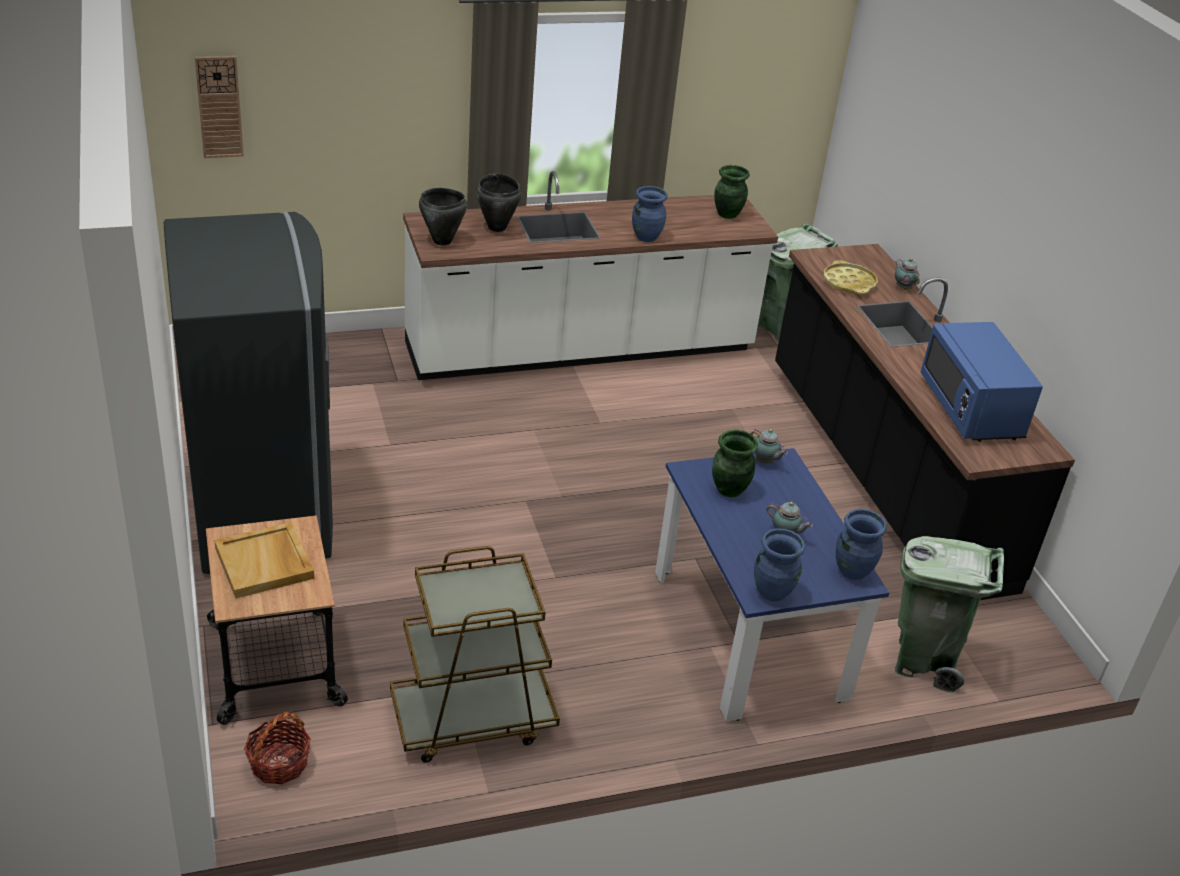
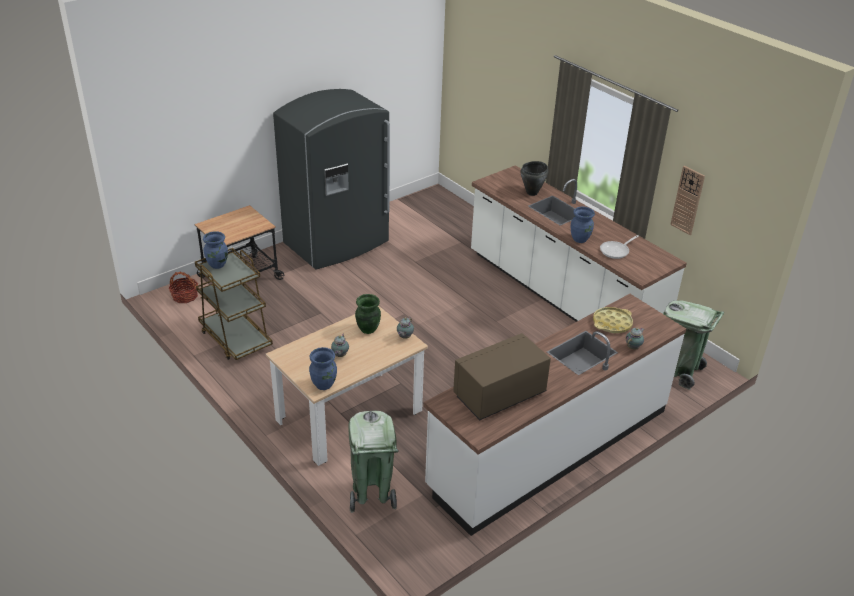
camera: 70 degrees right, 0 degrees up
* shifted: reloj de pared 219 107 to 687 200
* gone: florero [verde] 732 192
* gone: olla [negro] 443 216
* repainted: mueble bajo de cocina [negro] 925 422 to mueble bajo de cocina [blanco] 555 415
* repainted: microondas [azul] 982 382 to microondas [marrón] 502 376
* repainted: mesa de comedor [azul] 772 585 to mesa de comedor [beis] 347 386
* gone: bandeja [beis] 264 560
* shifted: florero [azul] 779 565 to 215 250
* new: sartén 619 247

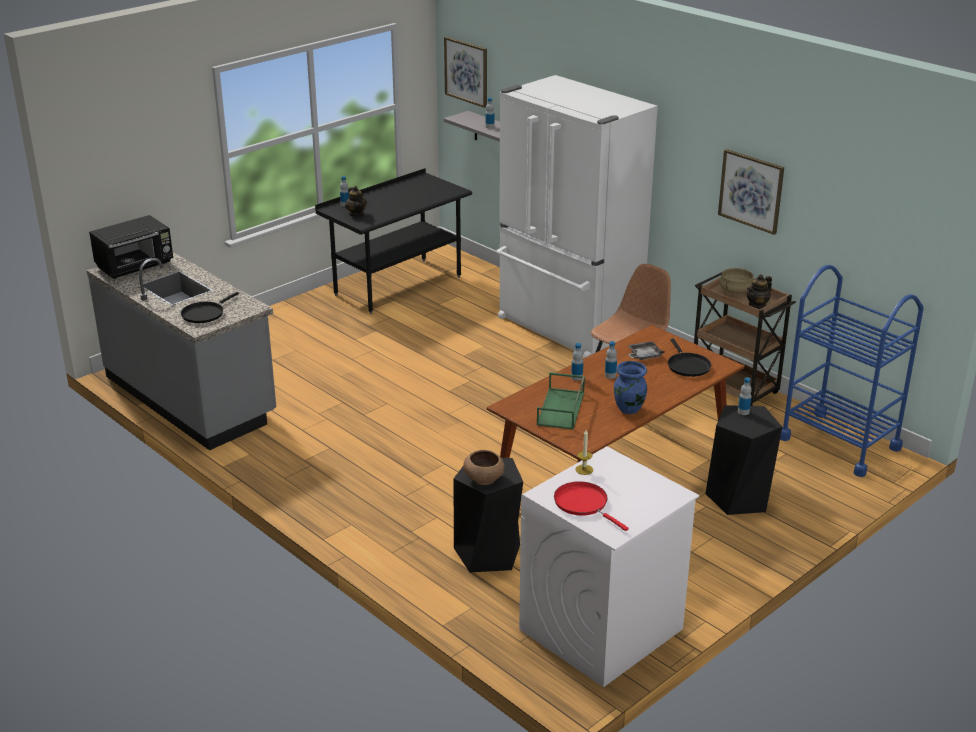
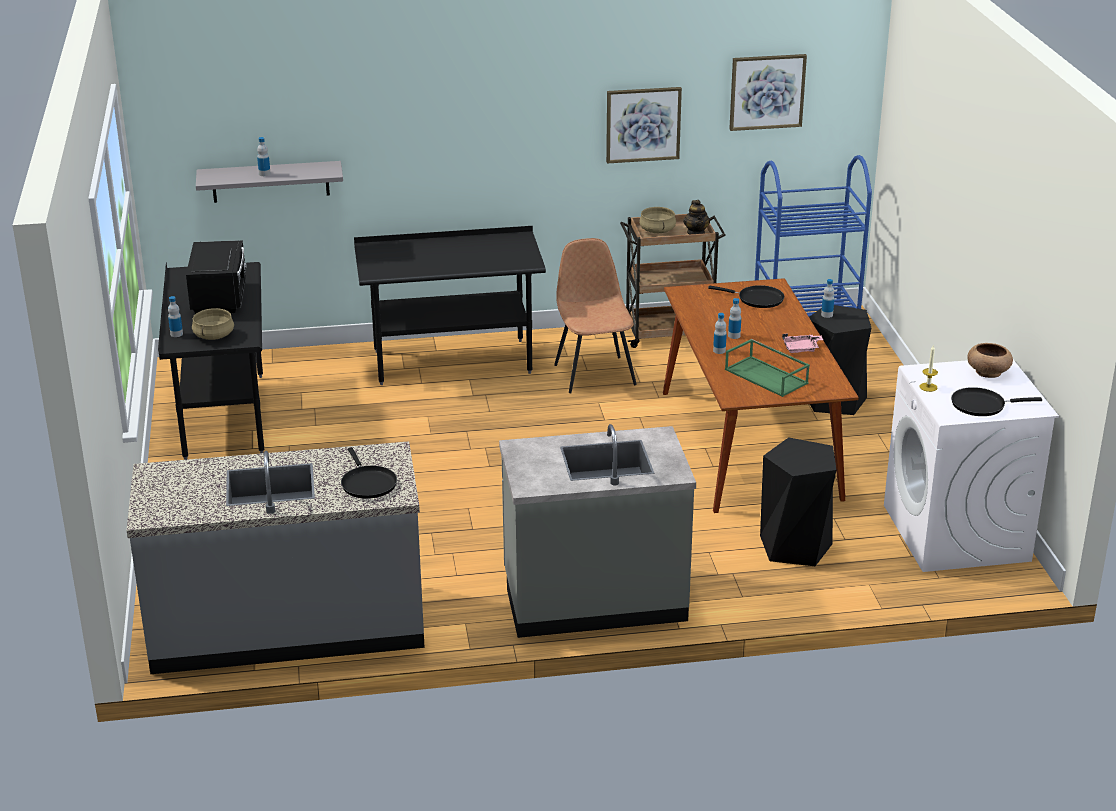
camera: 55 degrees left, 0 degrees up
* shifted: cuadro 465 72 to 768 92
* swapped: nevera [blanco] 577 216 to escritorio [negro] 450 305
* swapped: tetera 356 201 to olla [beis] 213 324
* shifted: microondas [negro] 131 247 to 216 277
* gone: bandeja [gris] 646 350
* swapped: florero [azul] 630 387 to bandeja [rosa] 802 343
* shifted: cuenco [marrón] 483 467 to 990 360
* repainted: sartén [rojo] 591 506 to sartén [negro] 996 401
* new: mueble bajo de cocina [gris] 597 531

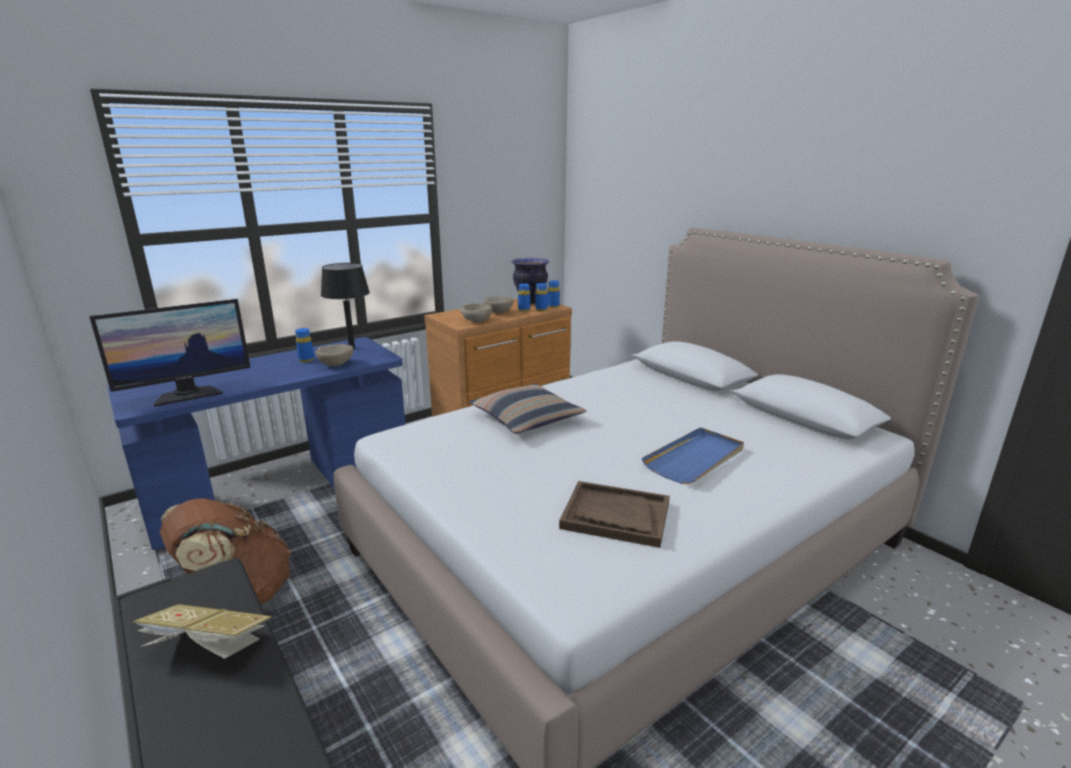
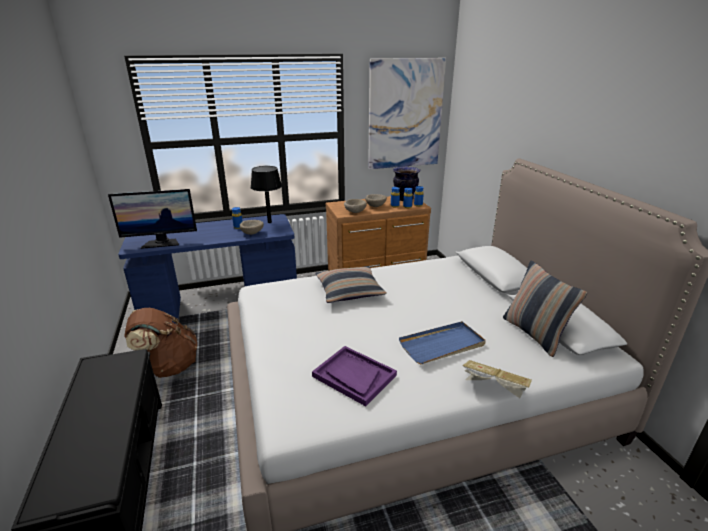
camera: 20 degrees right, 5 degrees up
* repainted: bandeja [marrón] 614 514 to bandeja [morado] 354 376
* shifted: libro 202 631 to 497 379
* new: cuadro 407 113
* new: cojín 545 309

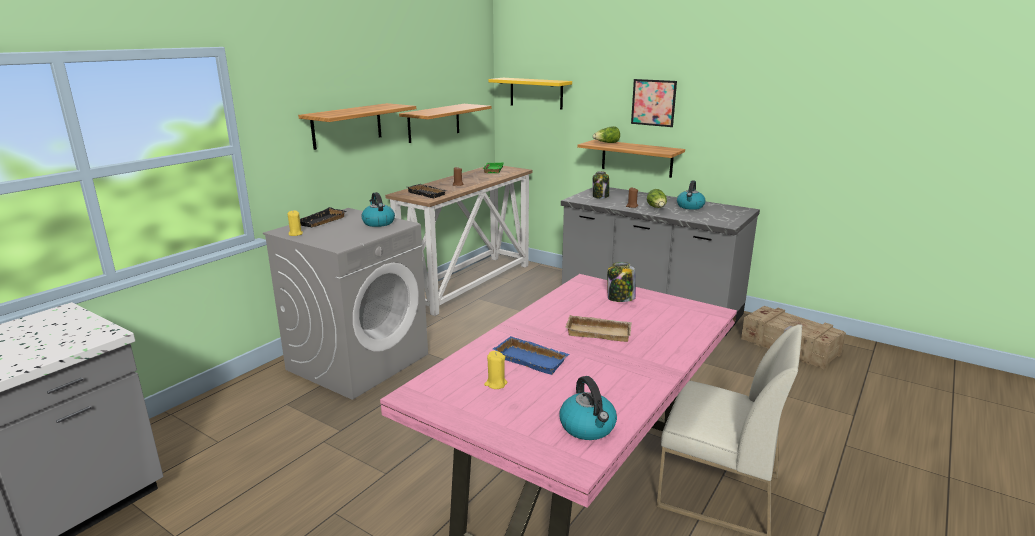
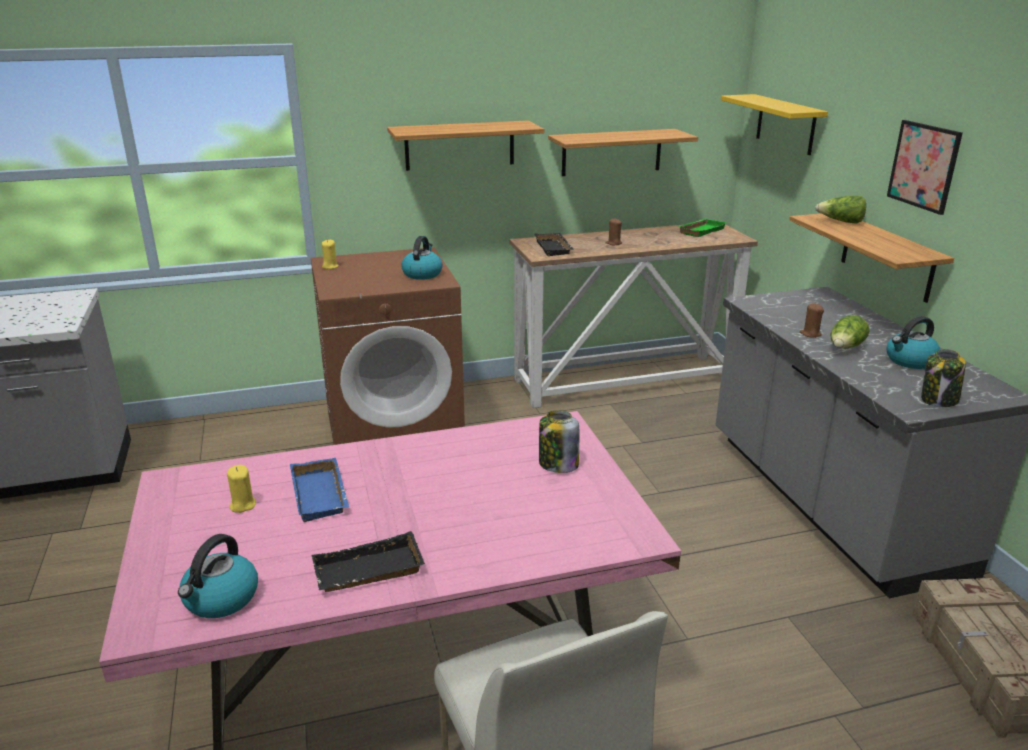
camera: 40 degrees right, 5 degrees up
* shifted: tarro 601 185 to 943 378
* shifted: bandeja [negro] 323 217 to 368 561
* repainted: lavadora [gris] 345 304 to lavadora [marrón] 388 346
* gone: bandeja [beis] 599 328

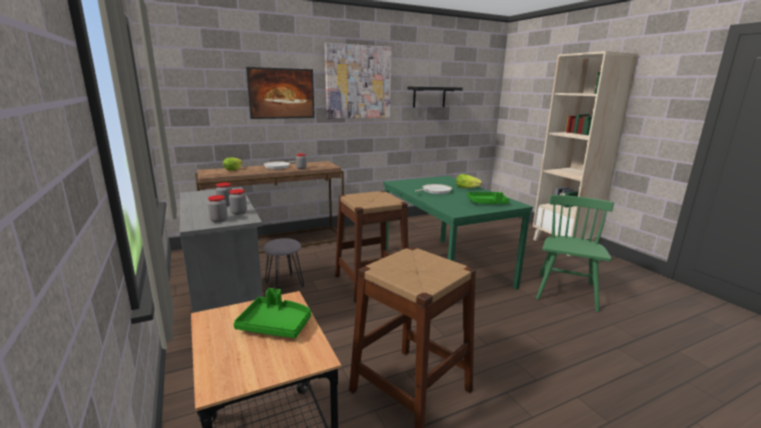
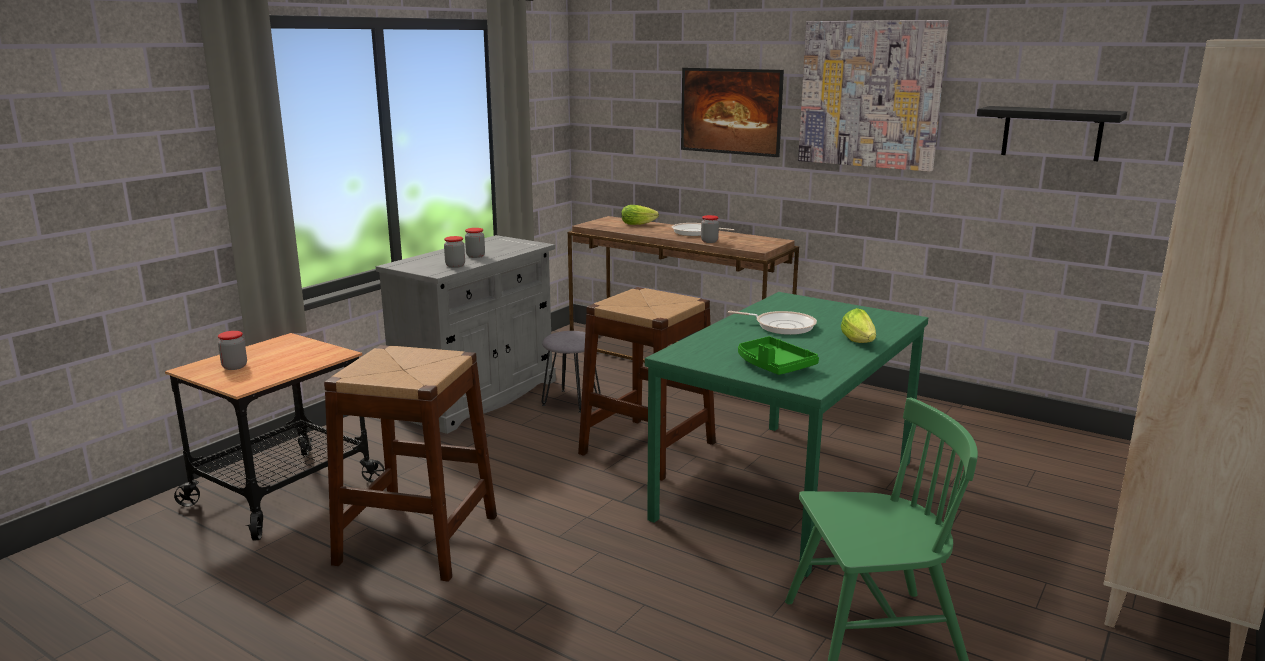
camera: 60 degrees right, 0 degrees up
* shifted: tarro 218 209 to 232 350
* gone: bandeja [verde] 272 313

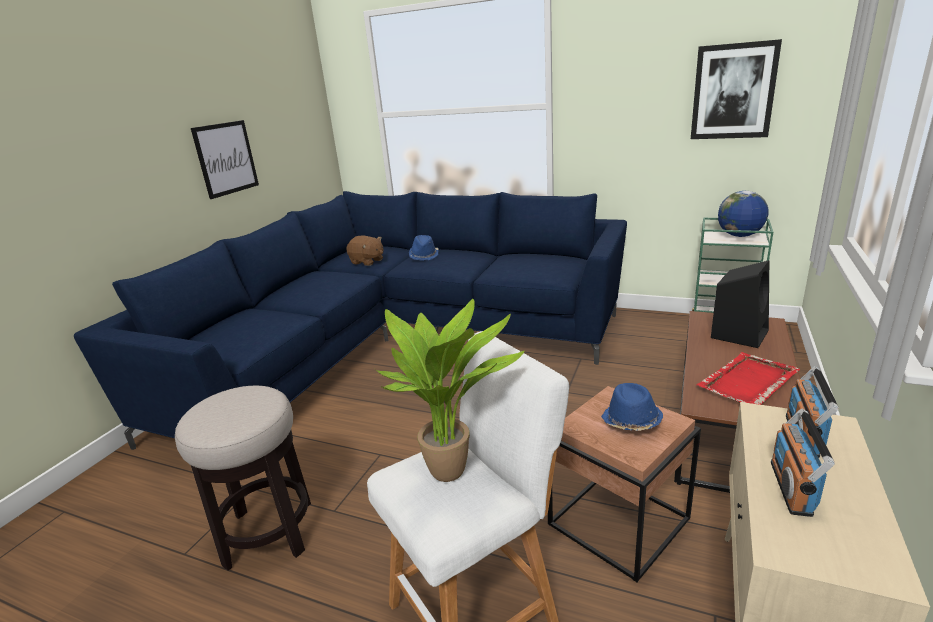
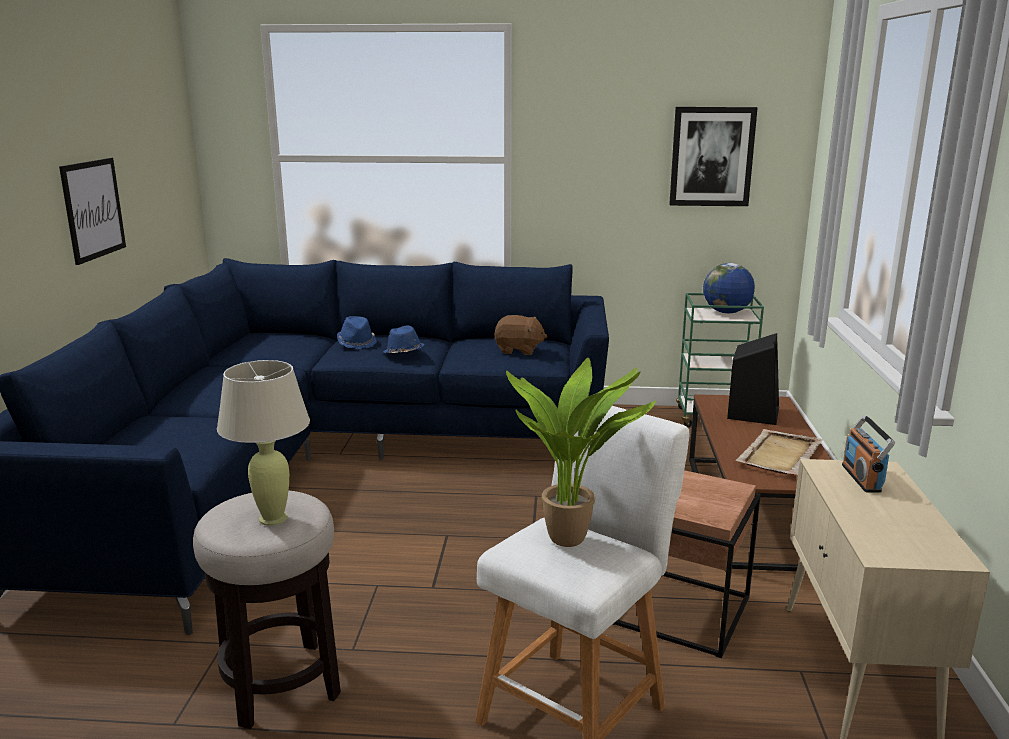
camera: 20 degrees left, 5 degrees down
* shifted: peluche [marrón] 364 250 to 521 335
* repainted: bandeja [rojo] 748 378 to bandeja [beis] 779 452
* shifted: sombrero [azul] 632 407 to 403 339
* gone: radio 803 463
* new: lámpara de mesa [beis] 263 443

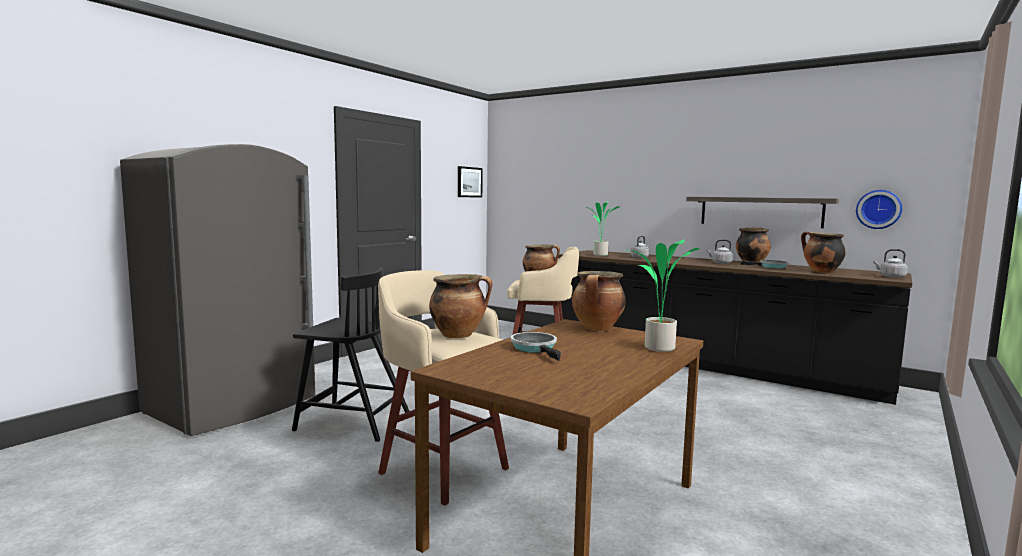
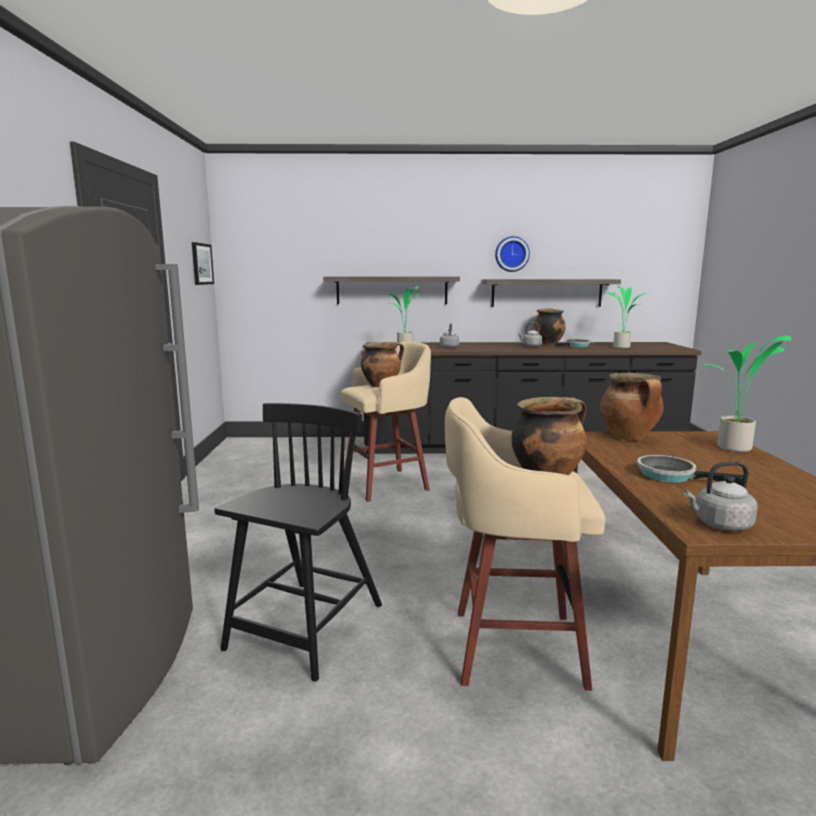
camera: 35 degrees left, 5 degrees up
* shifted: reloj de pared 879 209 to 512 254
* swapped: olla 823 252 to planta en maceta 626 317
* shifted: hervidor [gris] 890 263 to 721 496
* rotated: silla [negro] 350 354 = 298 542 45 degrees counterclockwise
* new: estante 391 290

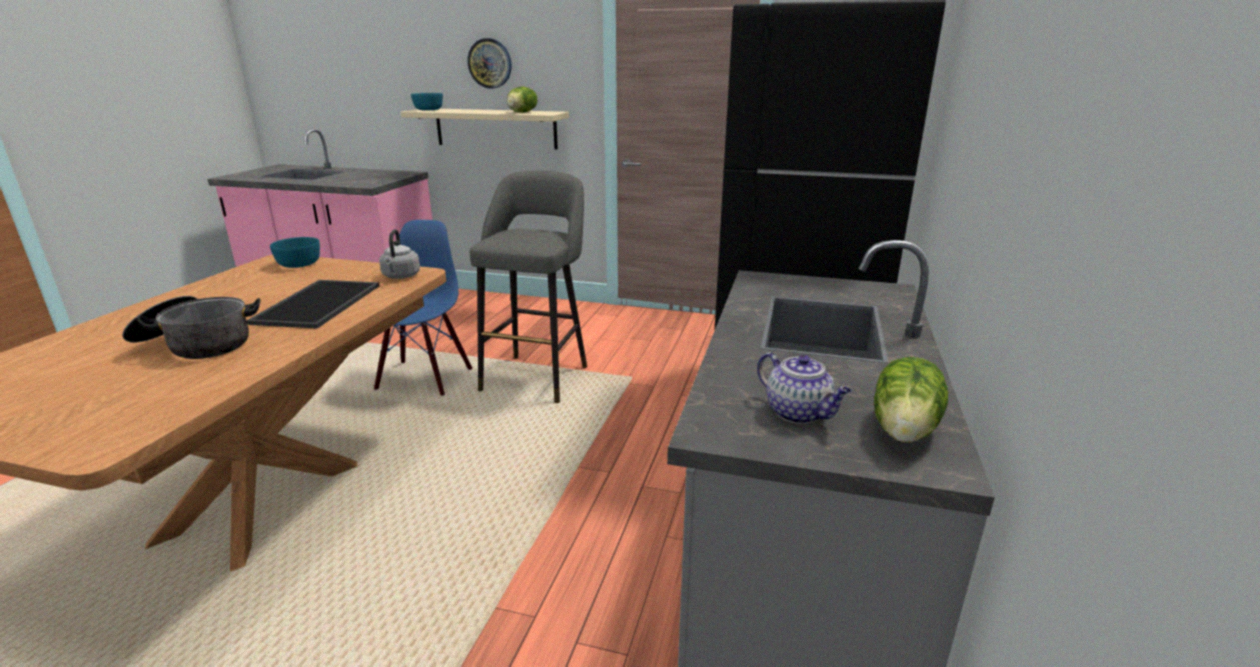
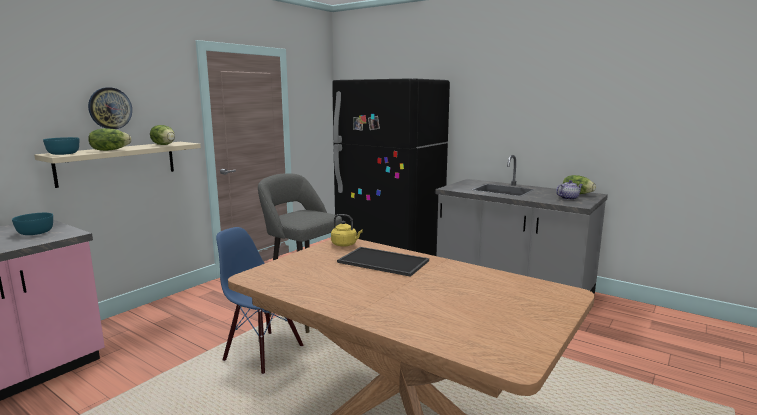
camera: 70 degrees left, 10 degrees down
* repainted: hervidor [gris] 399 254 to hervidor [amarillo] 347 230
* shifted: cuenco [turquesa] 295 252 to 32 224
* gone: olla 191 327
* new: lechuga 110 139

